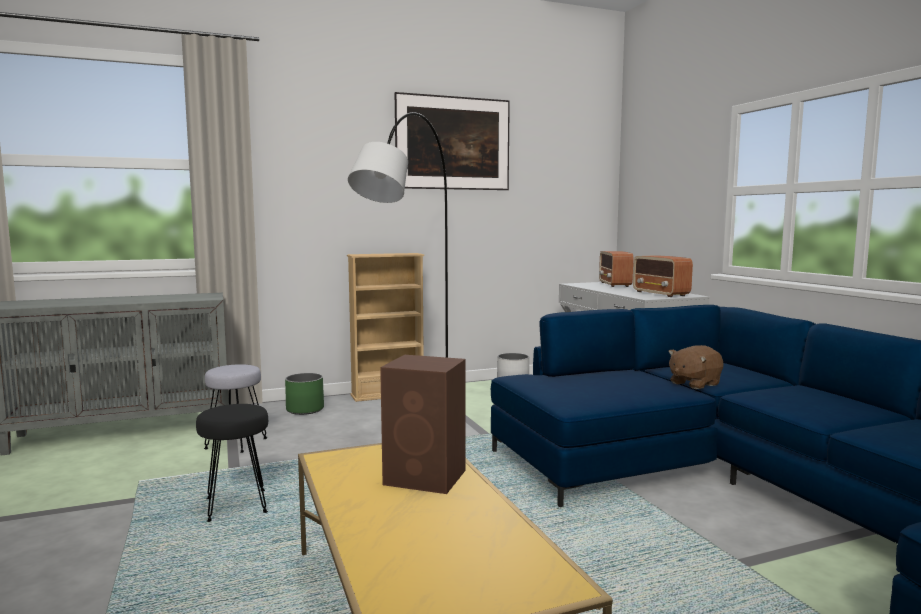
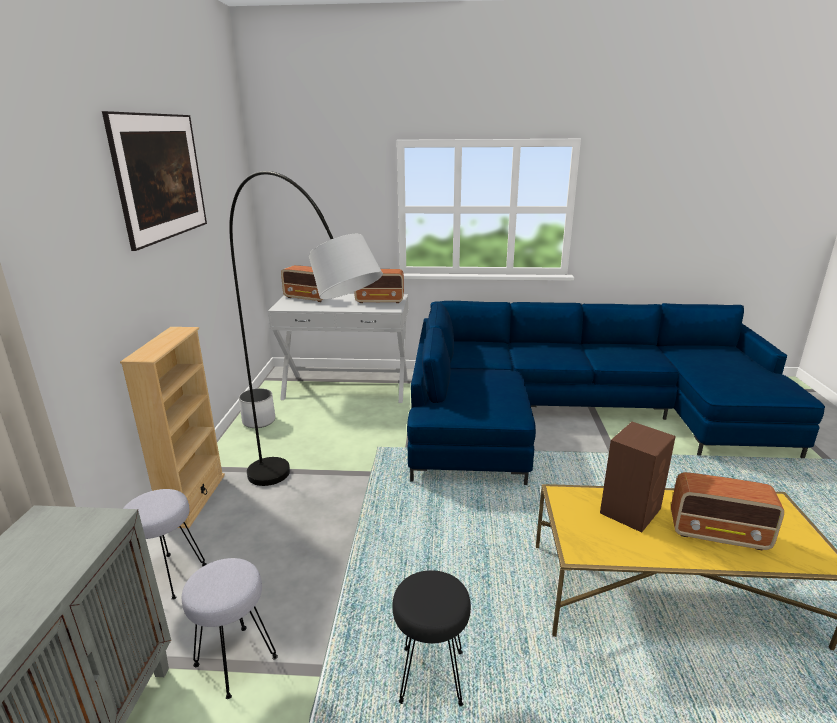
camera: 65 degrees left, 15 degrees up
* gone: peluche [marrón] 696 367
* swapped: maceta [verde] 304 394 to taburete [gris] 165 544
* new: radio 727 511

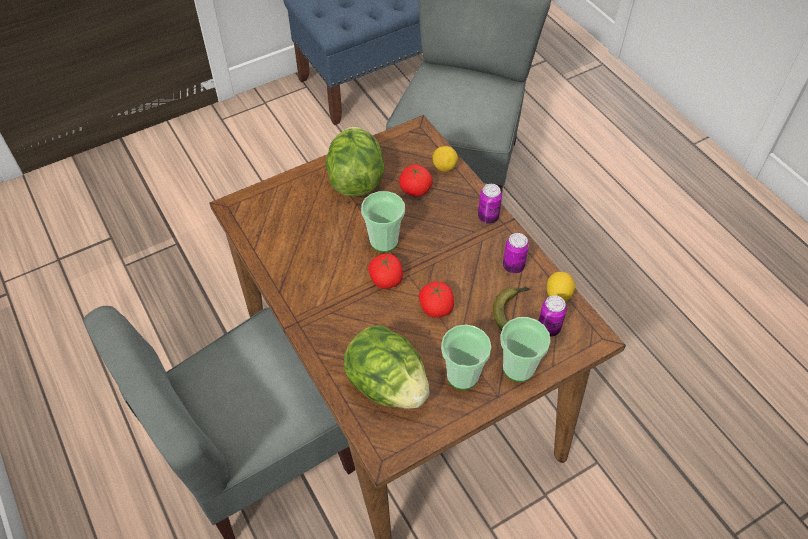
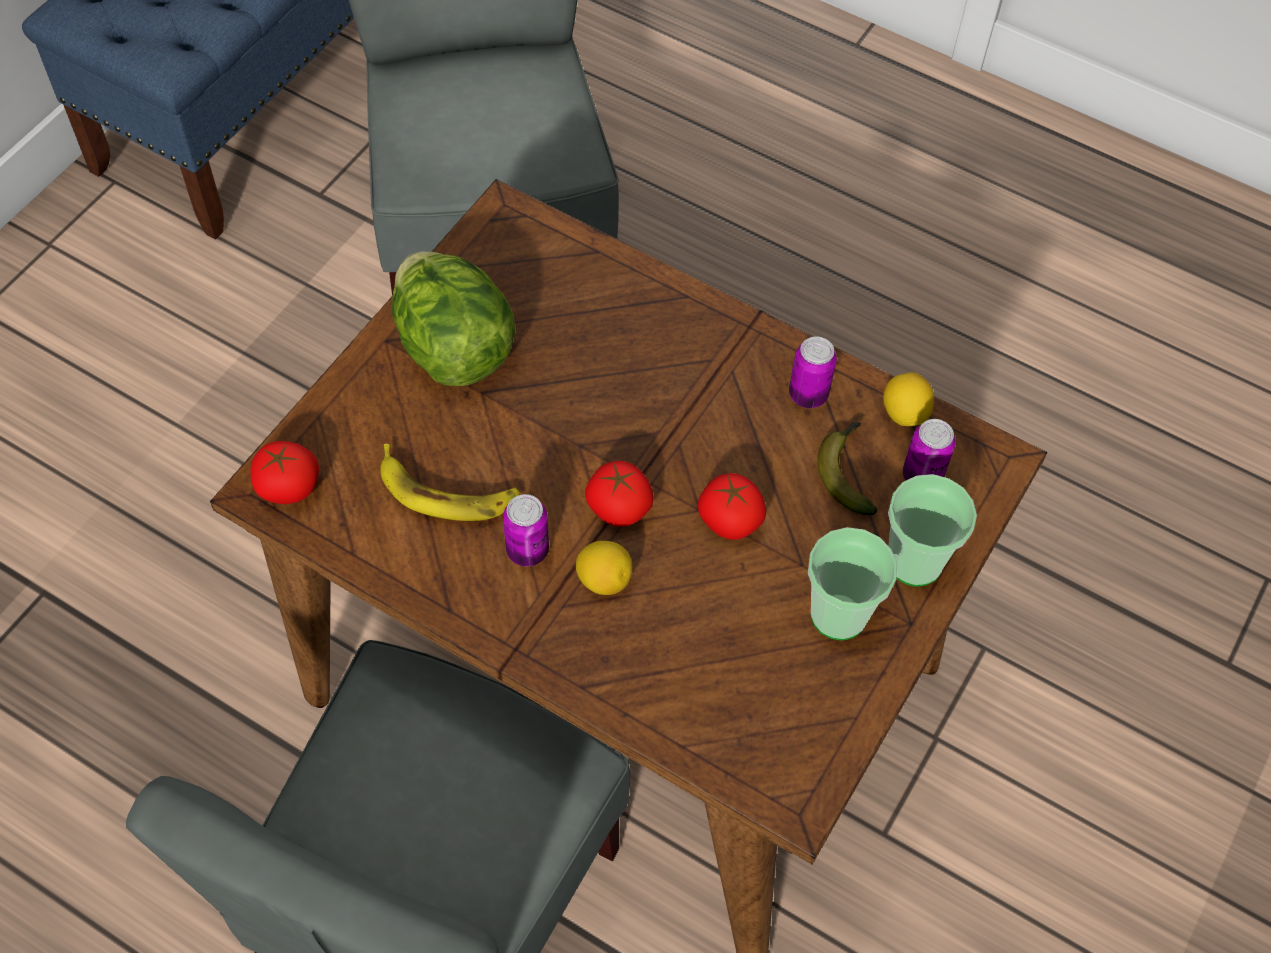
camera: 30 degrees left, 5 degrees up
* shifted: limón 445 159 to 604 568
* shifted: tomate 416 180 to 284 472
* shifted: lata 490 204 to 526 530
* gone: taza 383 221
* gone: lechuga 387 367
* new: plátano 450 482

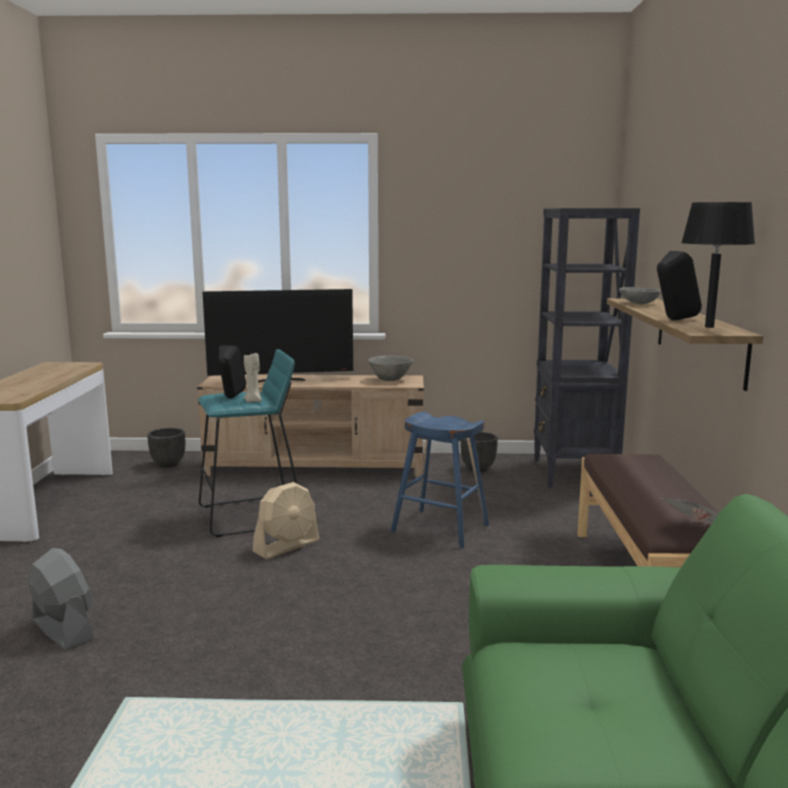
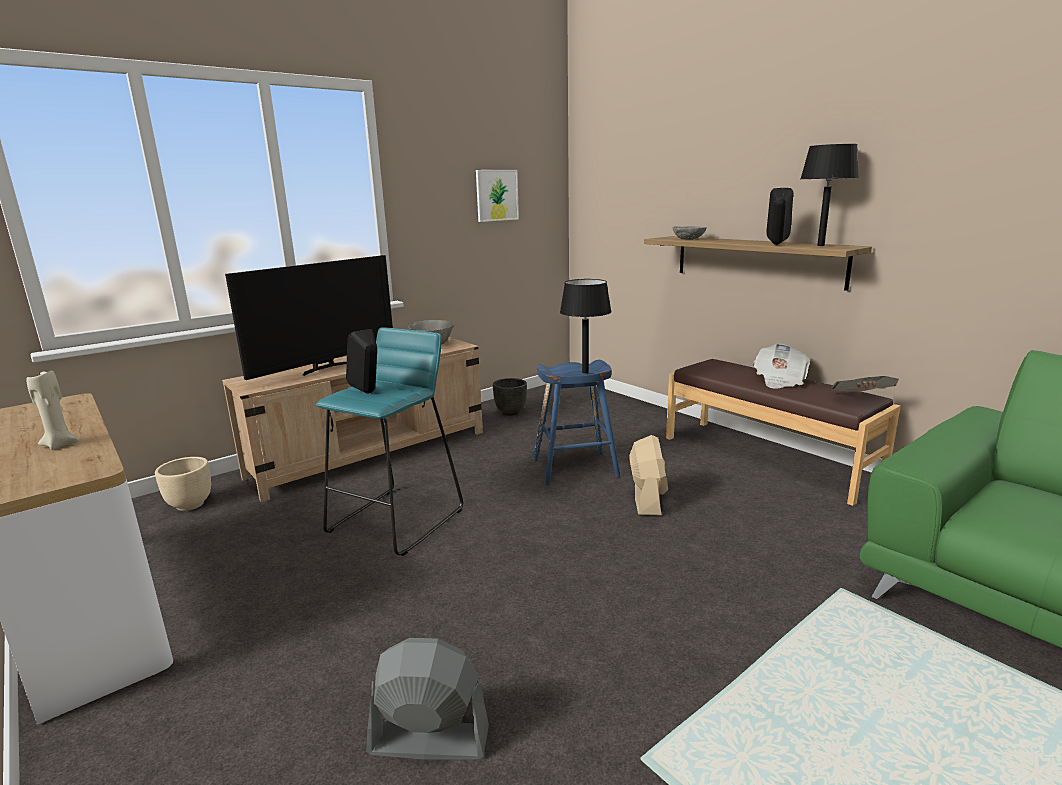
camera: 40 degrees left, 5 degrees up
* gone: estantería [negro] 587 348
* shifted: vela [beis] 252 378 to 52 410
* repainted: maceta [negro] 166 447 to maceta [beis] 183 484
* shifted: ventilador [beis] 286 520 to 648 475
* new: cuadro 497 196
* new: lámpara de mesa [negro] 585 326
* new: periódico 781 366

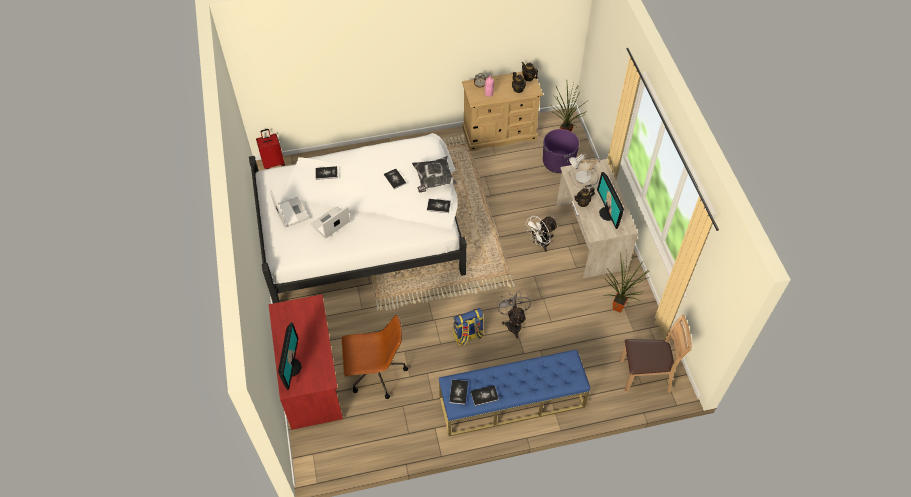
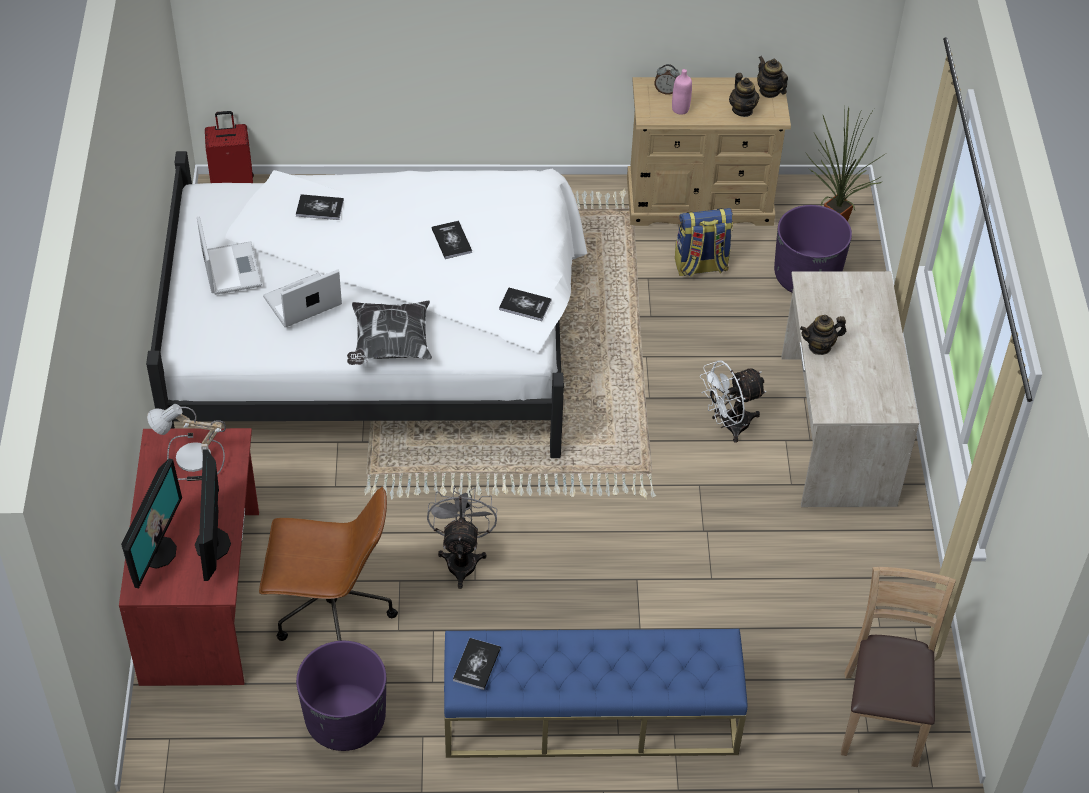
camera: 10 degrees right, 5 degrees down
* shifted: lámpara de mesa 584 171 to 186 442
* shifted: cojín 434 174 to 389 333
* shifted: monitor 610 200 to 213 515
* gone: planta en maceta 627 283
* shifted: ventilador [gris] 514 315 to 462 537
* shifted: mochila 468 326 to 704 242
* rotated: silla [marrón] 656 354 = 898 667 90 degrees counterclockwise
* gone: libro 485 395
* new: maceta [morado] 341 696

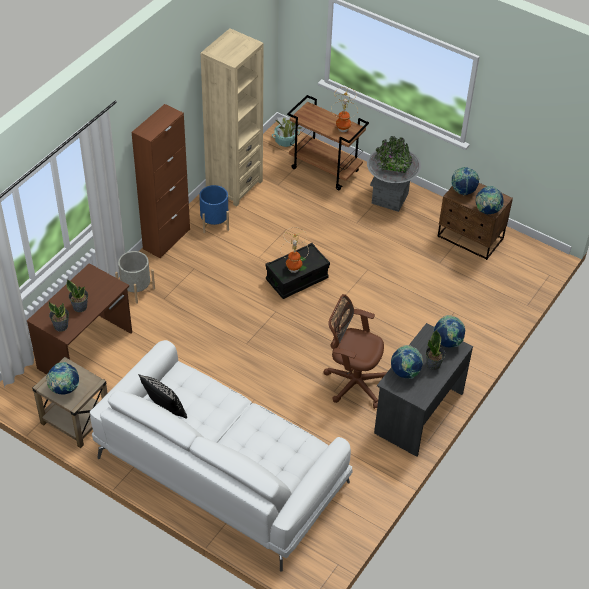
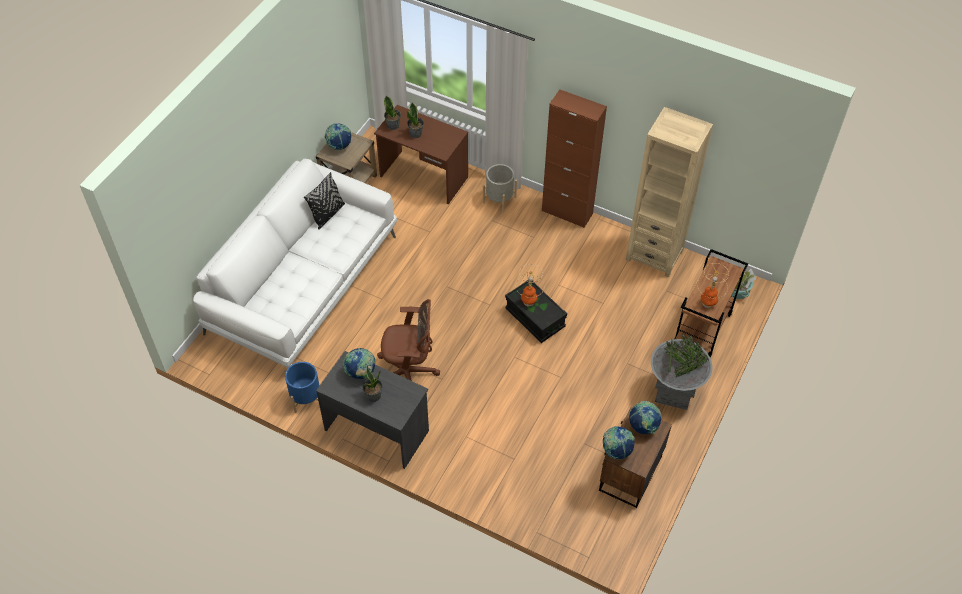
camera: 85 degrees right, 5 degrees up
* shifted: maceta [azul] 214 209 to 302 387
* rotated: silla de oficina [marrón] 355 351 = 408 340 75 degrees clockwise
* gone: globo terráqueo 450 331

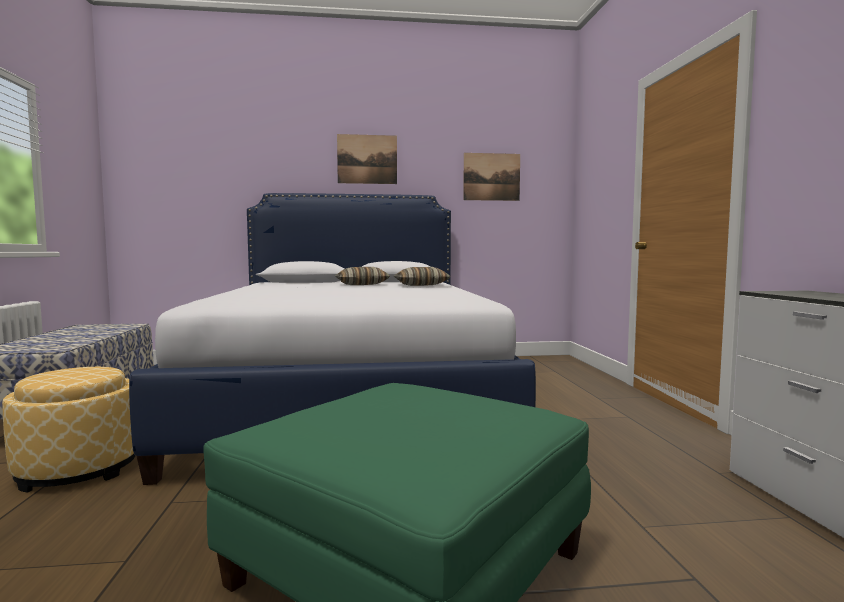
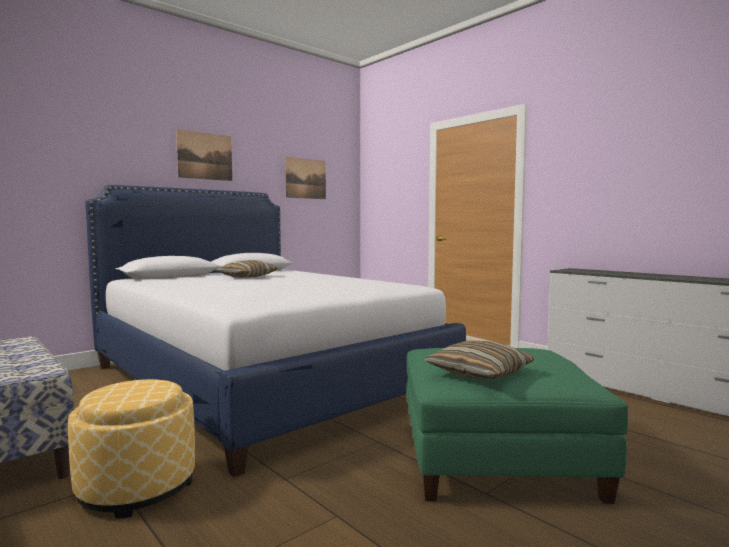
camera: 35 degrees left, 0 degrees up
* shifted: cojín 422 276 to 479 360

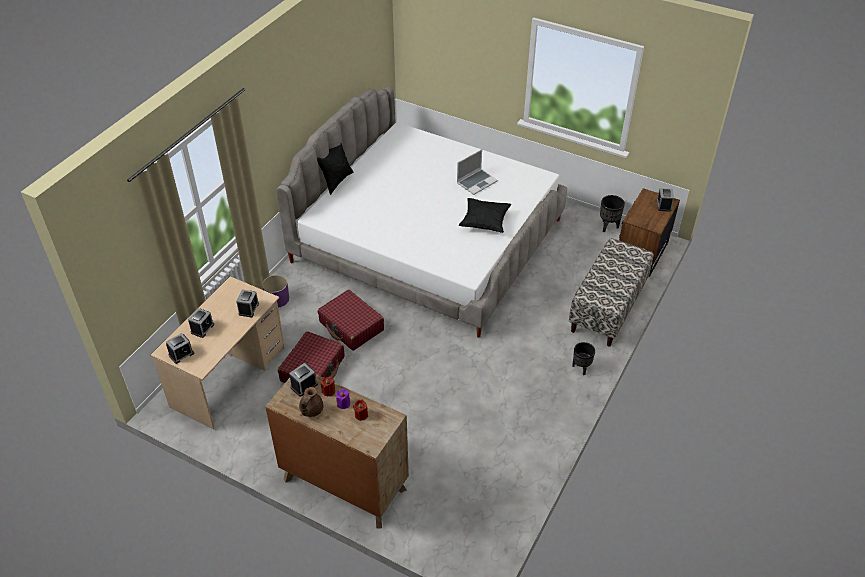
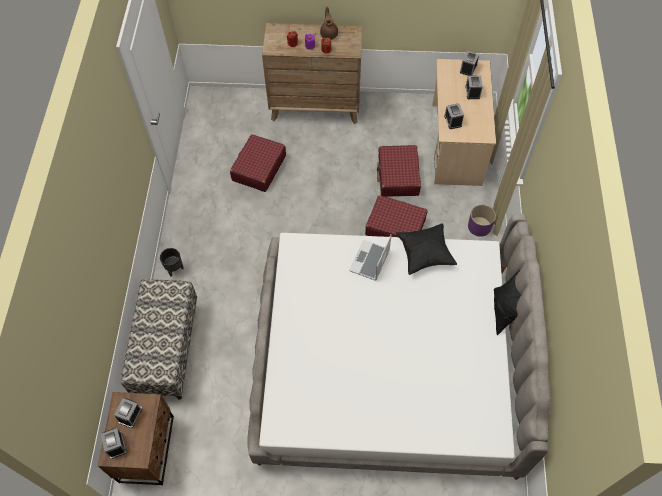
camera: 155 degrees right, 15 degrees up
* shifted: portátil 477 172 to 370 258
* gone: maceta [negro] 612 214
* shifted: cojín [negro] 485 215 to 426 249
* shifted: despertador 303 380 to 128 413
* new: maleta [rojo] 258 163

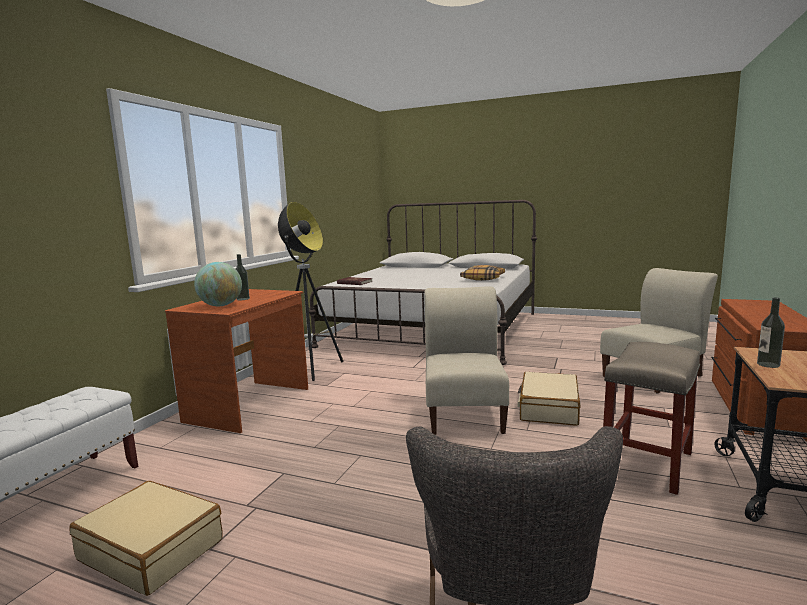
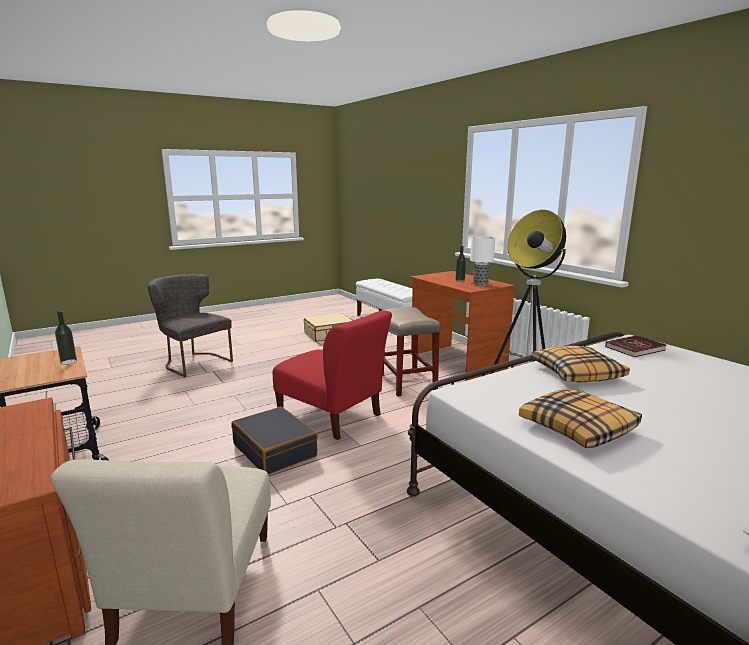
camera: 125 degrees right, 5 degrees up
* gone: globo terráqueo 218 284
* repainted: silla [beis] 466 360 to silla [rojo] 332 375
* shifted: taburete [beis] 651 418 to 410 352
* repainted: maleta [beis] 549 399 to maleta [negro] 274 440
* new: lámpara de mesa 482 261
* new: cojín 580 364

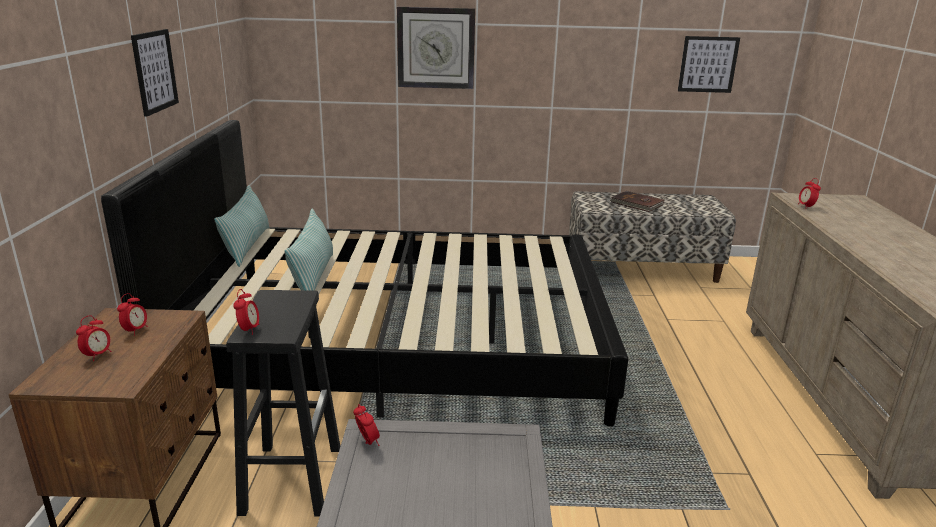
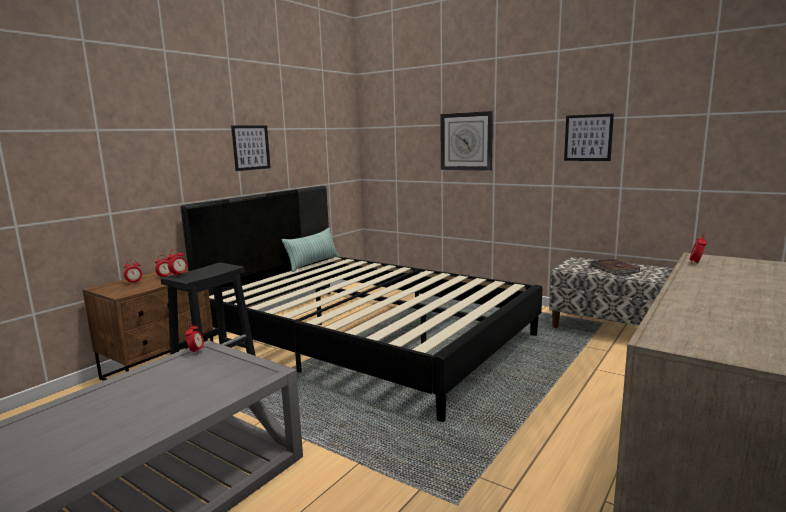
camera: 35 degrees right, 10 degrees down
* shifted: cuadro 709 64 to 589 137
* gone: cojín 309 249

